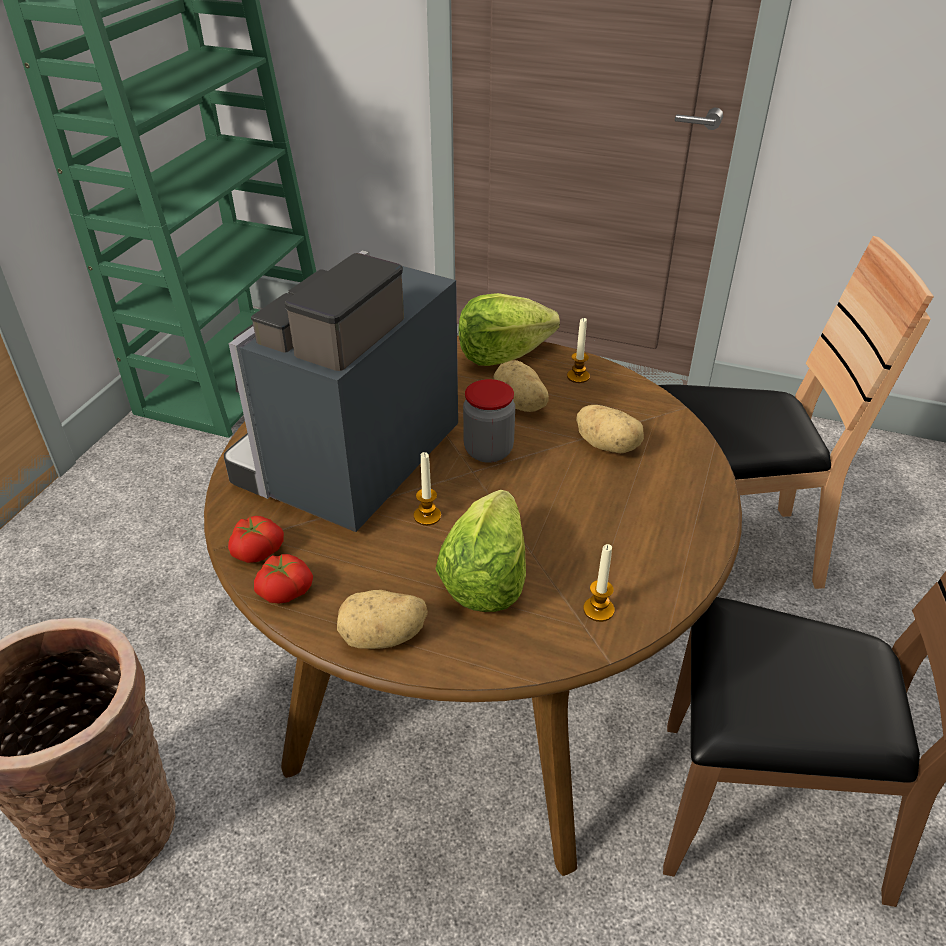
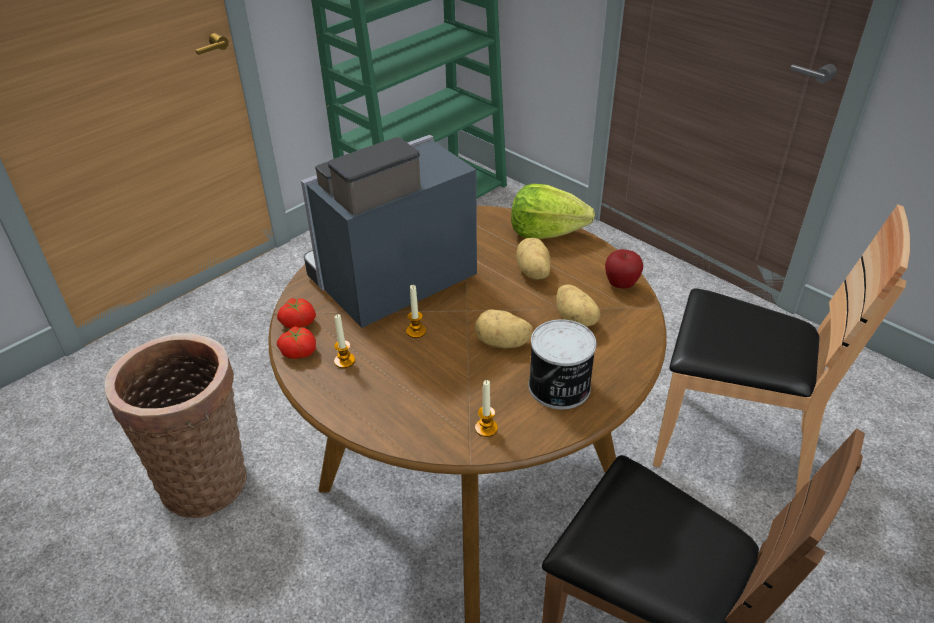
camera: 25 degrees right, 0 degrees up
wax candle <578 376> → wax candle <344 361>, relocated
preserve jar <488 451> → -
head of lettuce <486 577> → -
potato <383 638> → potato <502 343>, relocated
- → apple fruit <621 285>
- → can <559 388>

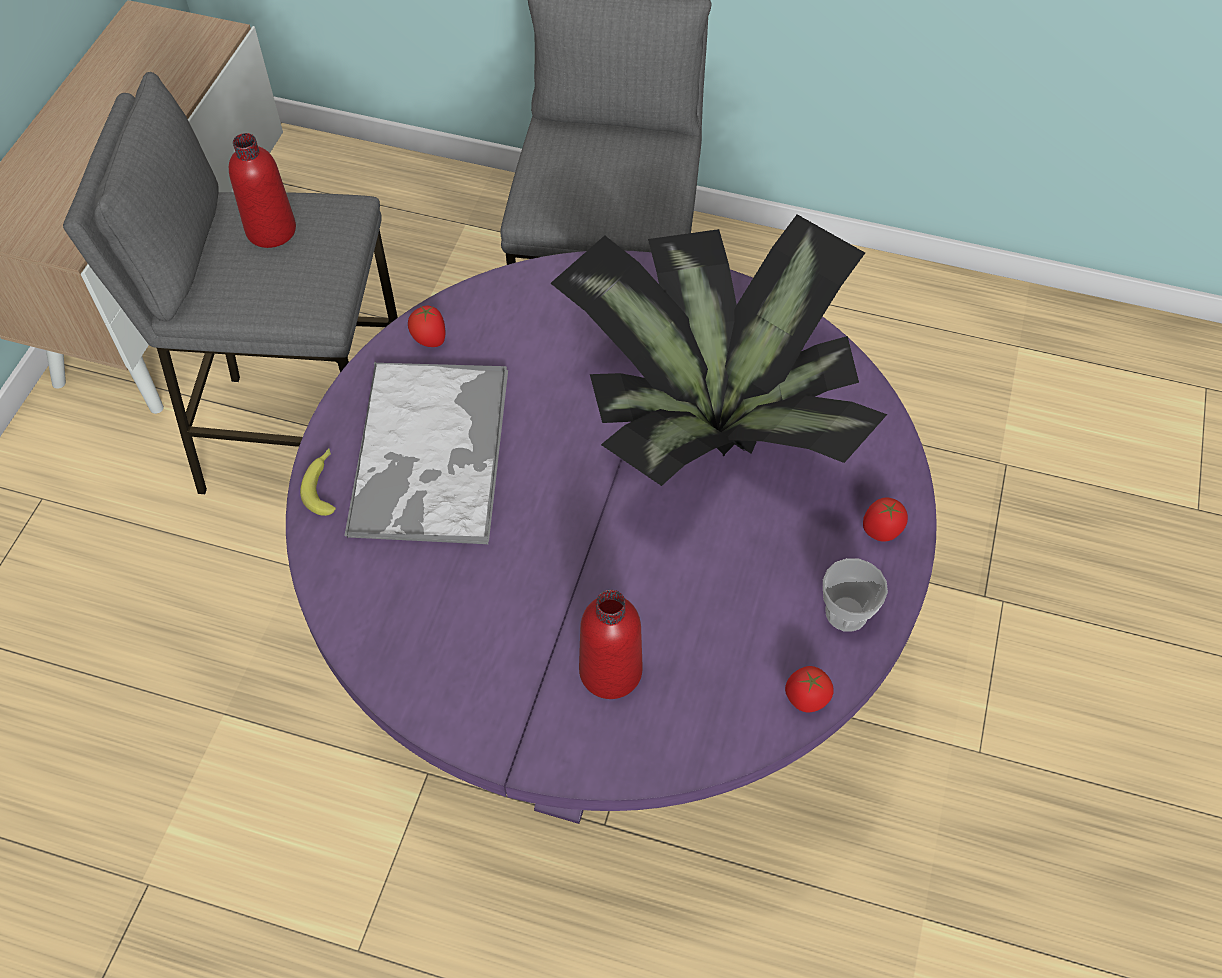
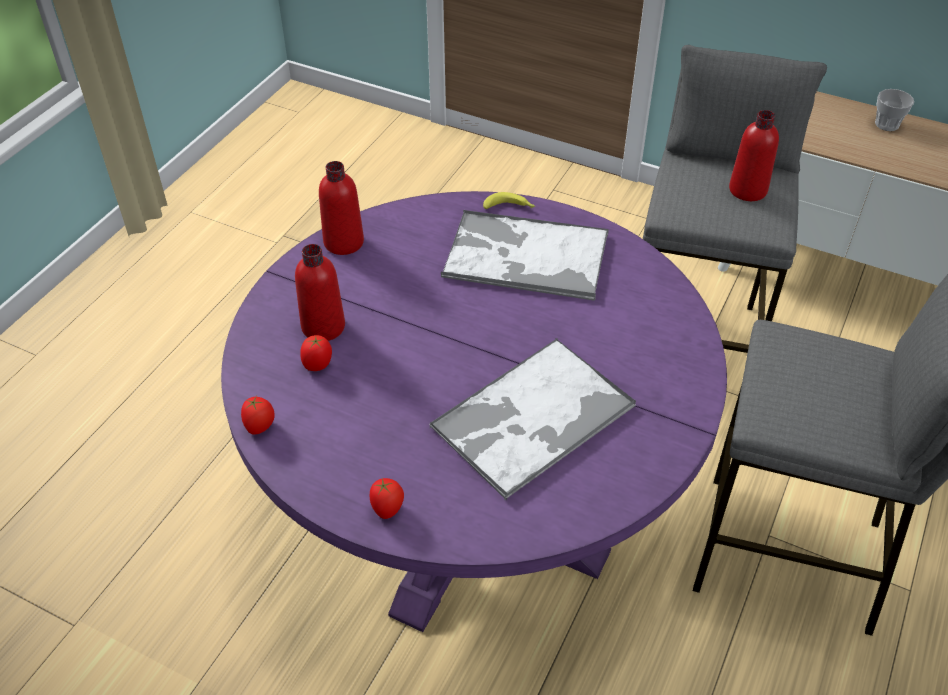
camera: 100 degrees right, 10 degrees down
plant in a pot <713 415> → tray <531 418>
whole tomato <429 340> → whole tomato <318 365>, relocated
drinking cup <846 612> → drinking cup <887 124>, relocated
- → beverage bottle (reddish) <343 242>

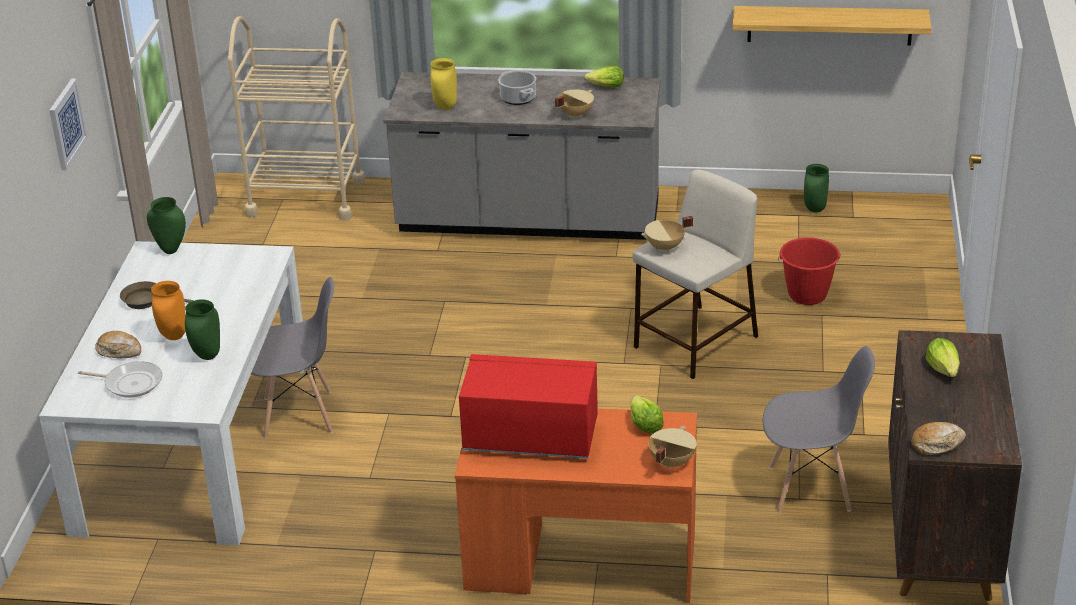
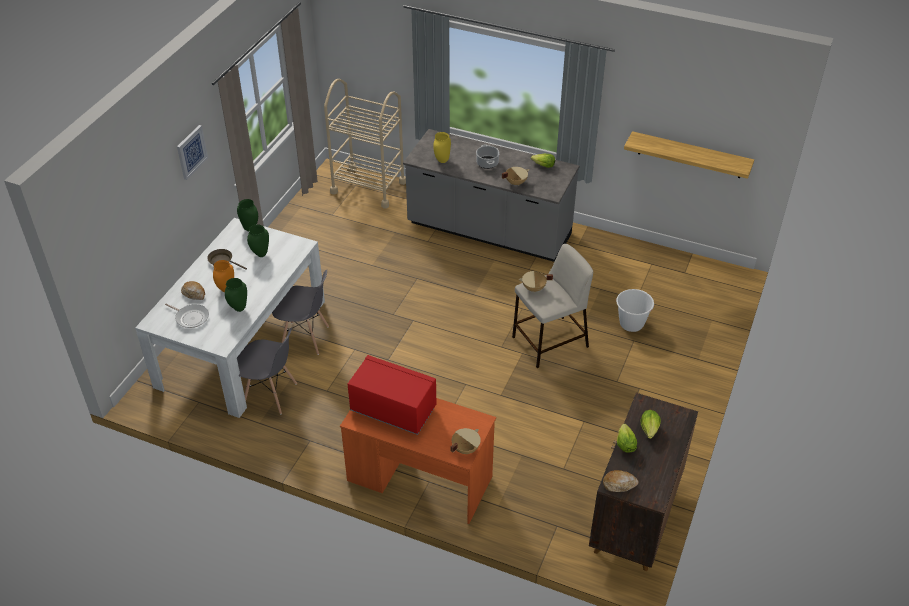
camera: 15 degrees right, 10 degrees up
decorative vase (green) <815 210> → decorative vase (green) <261 254>, relocated
bucket (reddish) <807 295> → bucket (white-coloured) <631 324>
plain chair (gray) <810 489> → plain chair (gray) <270 394>, relocated
head of lettuce <644 424> → head of lettuce <625 444>, relocated

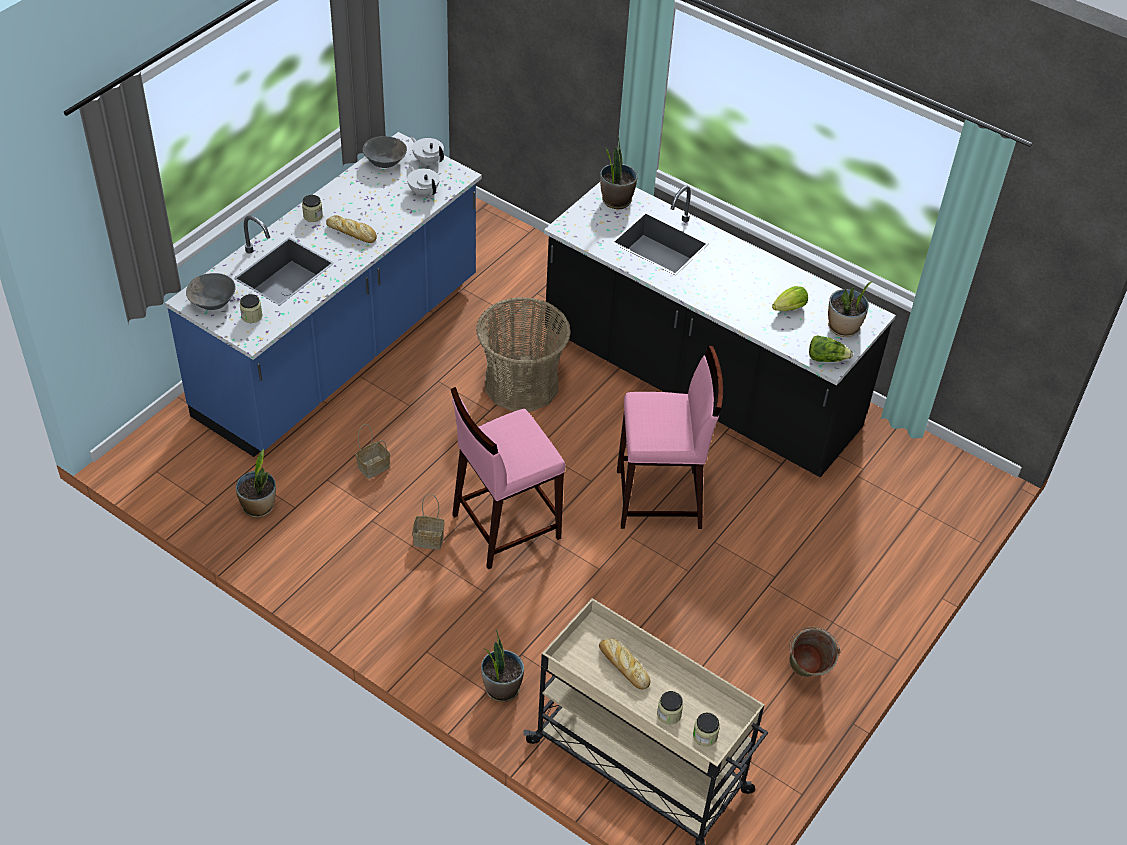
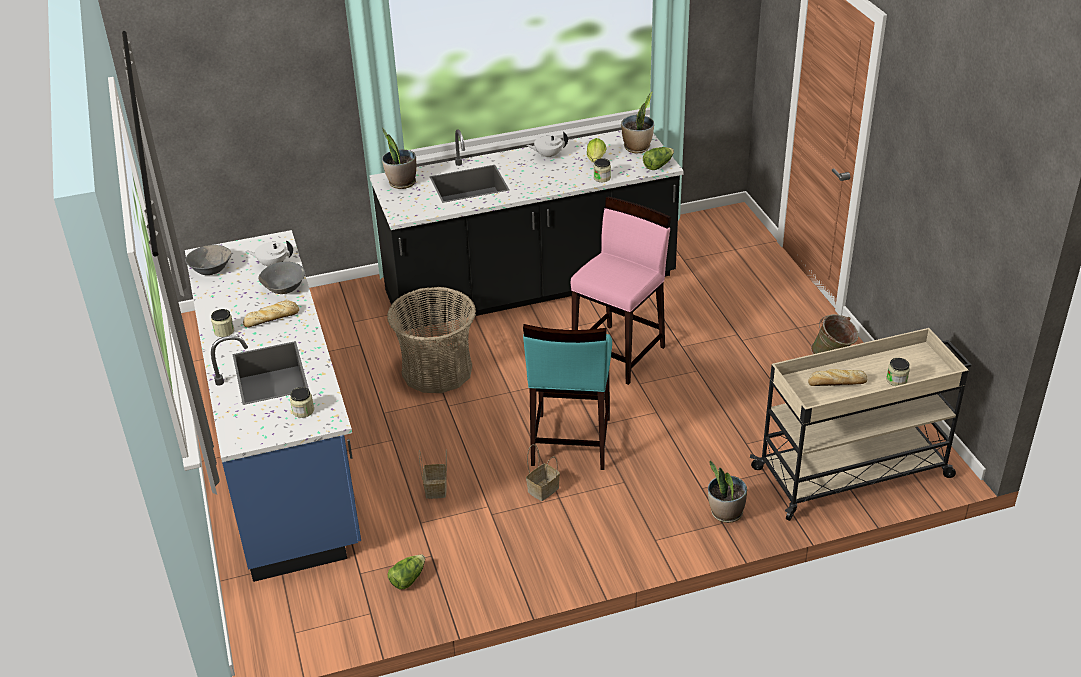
camera: 50 degrees left, 10 degrees down
tea pot (white-coloured) <428 160> → tea pot (white-coloured) <548 155>, relocated
bowl (gray) <213 301> → bowl (gray) <284 288>, relocated
sitting stool (pink-coloured) <504 526> → sitting stool (turquoise-coloured) <570 442>
plant in a pot <259 507> → head of lettuce <407 579>
preserve jar <705 736> → preserve jar <602 178>, relocated

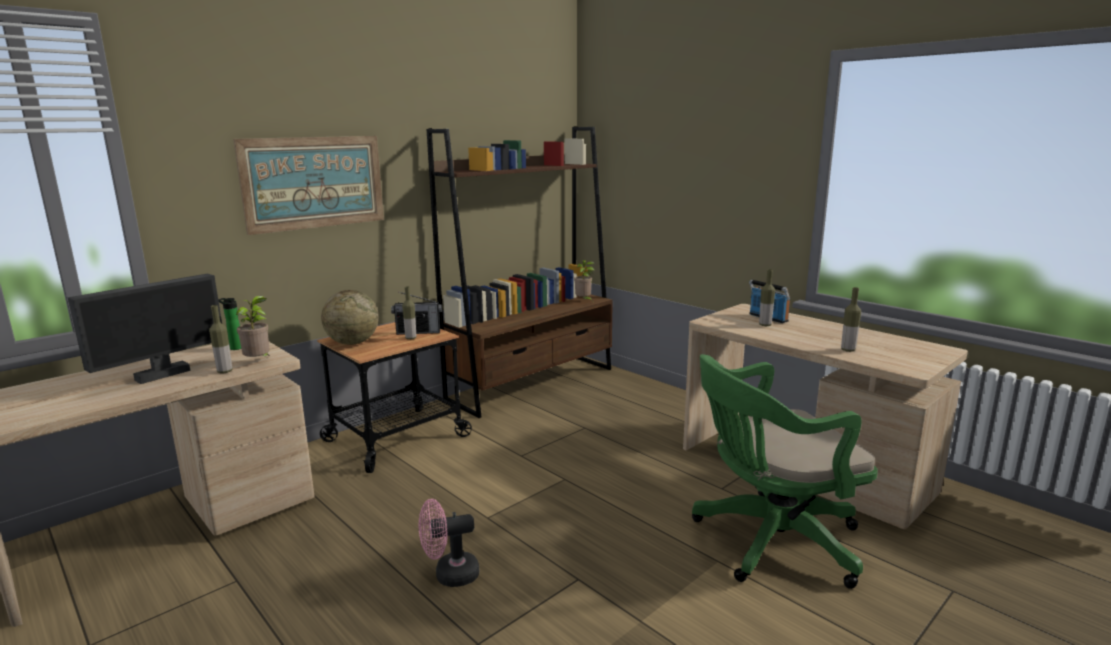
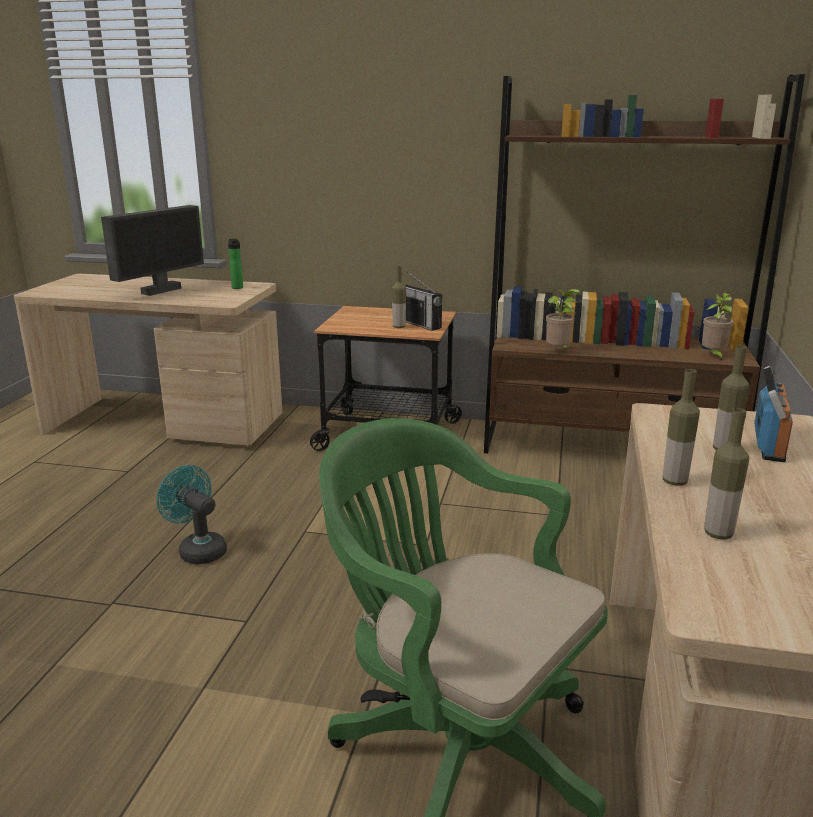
camera: 55 degrees right, 5 degrees up
wall picture <314 182> → -
computer screen <162 375> → computer screen <160 291>, 60 degrees counterclockwise
world globe <352 343> → -
plant in a pot <259 362> → plant in a pot <559 351>, relocated
beverage bottle <225 371> → beverage bottle <674 481>, relocated
cooling fan (pink-coloured) <449 575> → cooling fan (turquoise-coloured) <198 550>

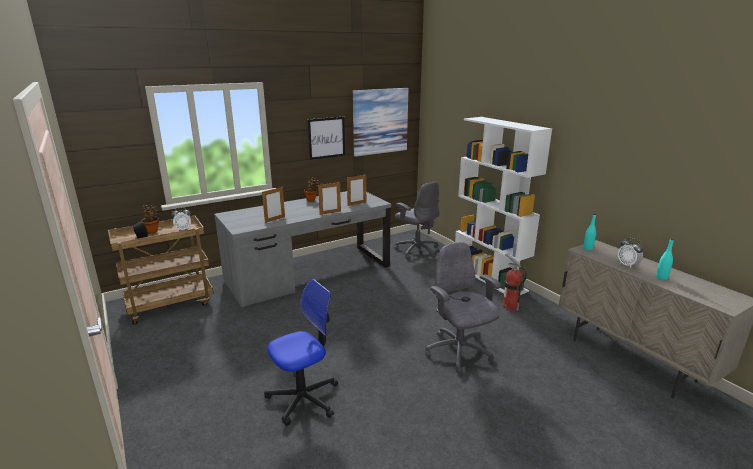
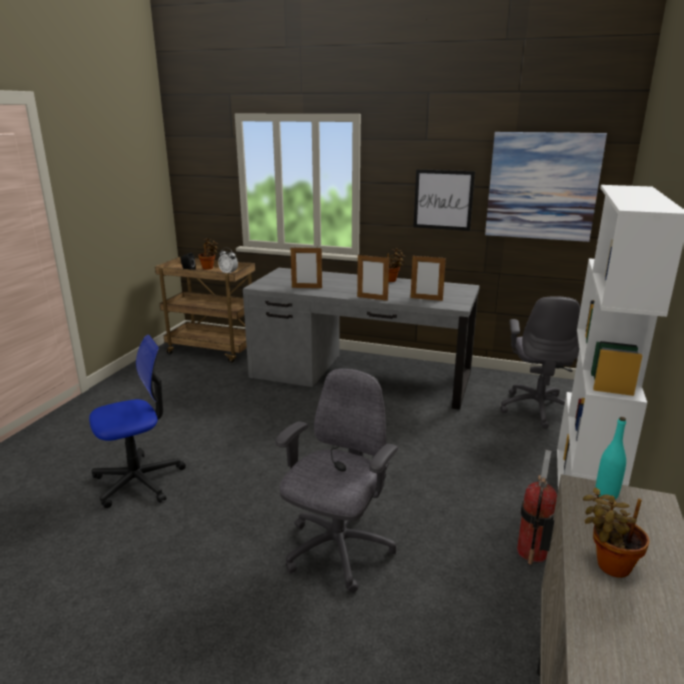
camera: 50 degrees right, 0 degrees up
bedside clock <627 265> → plant in a pot <609 565>
beverage bottle (turquoise-coloured) <661 277> → -
office chair <303 398> → office chair <139 481>, 45 degrees counterclockwise

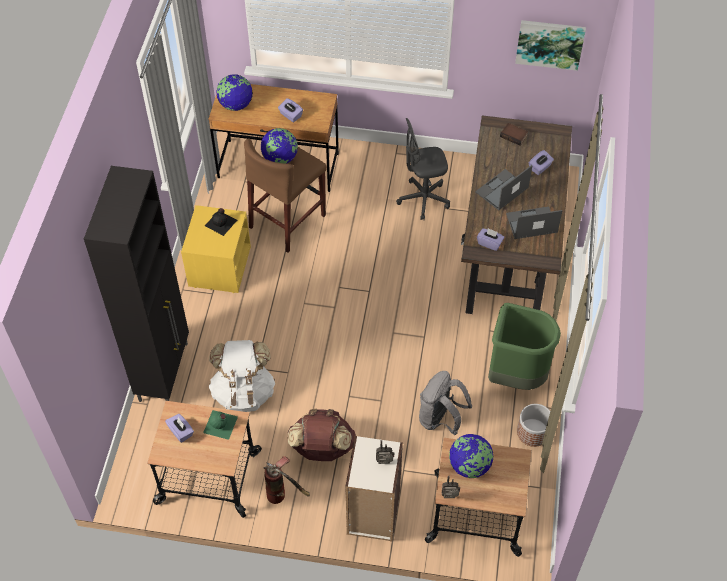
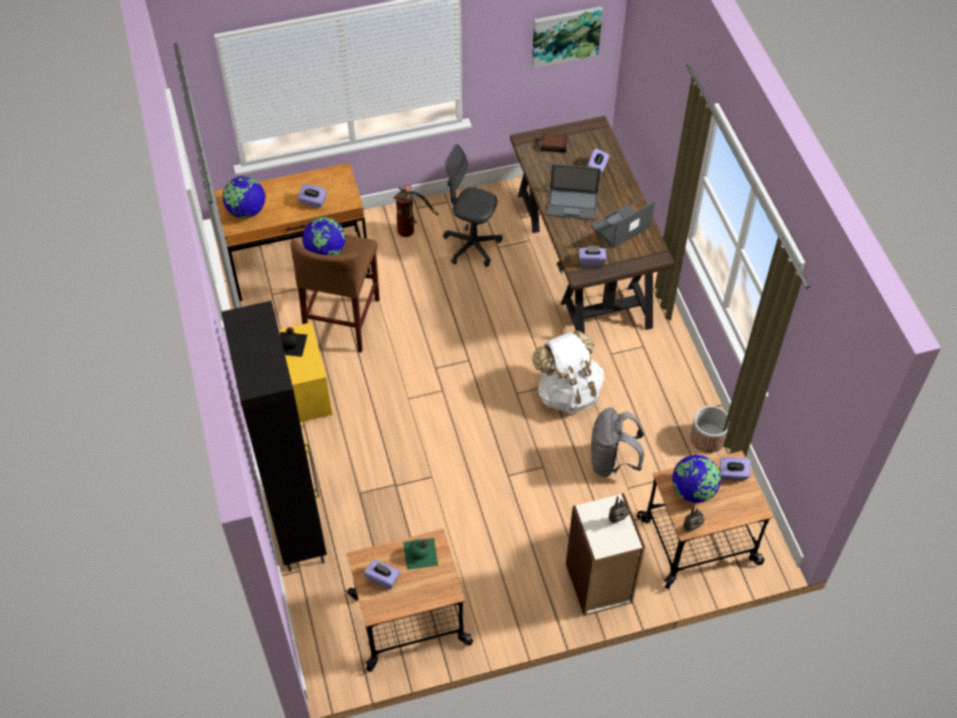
camera: 25 degrees left, 0 degrees up
office chair (gray) <423 199> → office chair (gray) <472 246>, 60 degrees clockwise
portable computer <501 190> → portable computer <573 204>, 105 degrees counterclockwise
rubbish bin (green) <515 375> → -
backpack (white-coloured) <244 392> → backpack (white-coloured) <568 392>, relocated
backpack (brown-coloured) <322 449> → -
fire extinguisher <283 495> → fire extinguisher <412 228>, relocated
- → tissue box (purplish) <733 474>

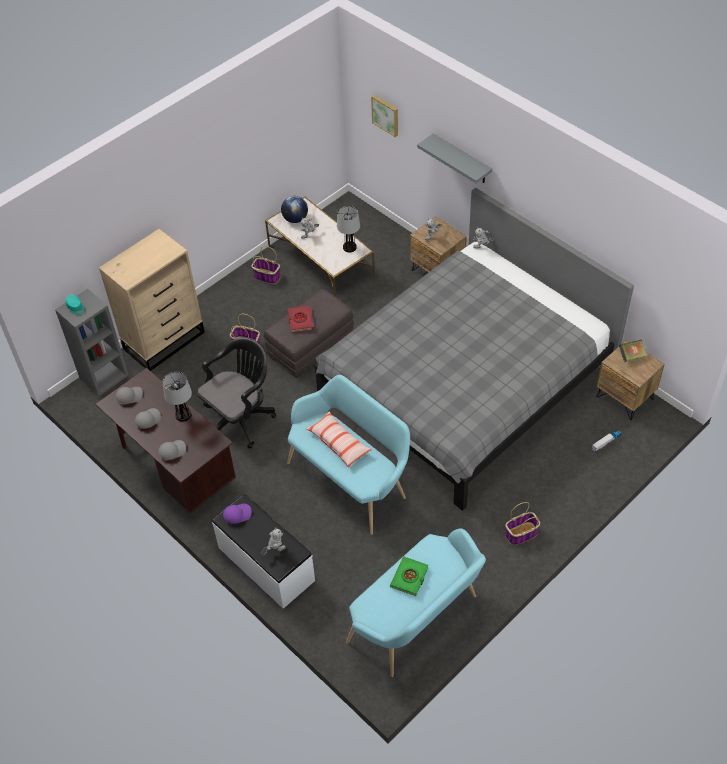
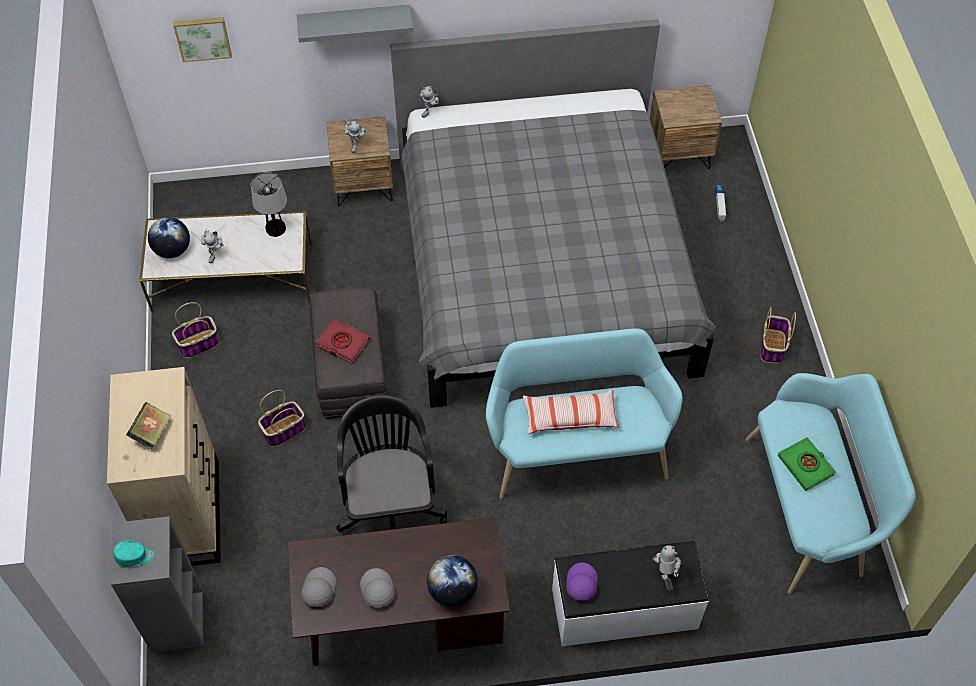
camera: 55 degrees left, 5 degrees up
book <631 356> → book <152 432>, relocated
lamp for a table <183 415> → -
cap (gray) <172 451> → world globe <452 591>

